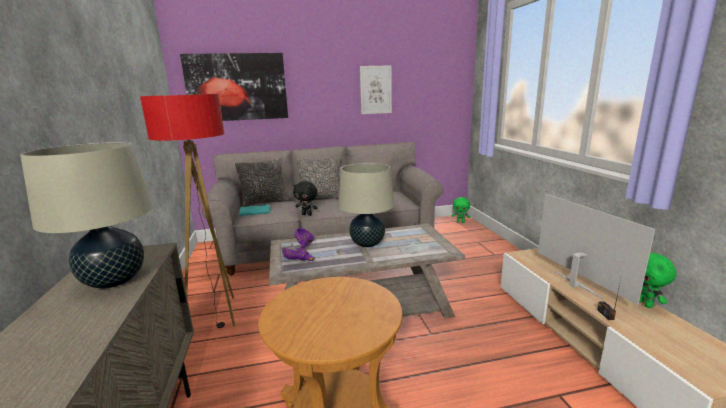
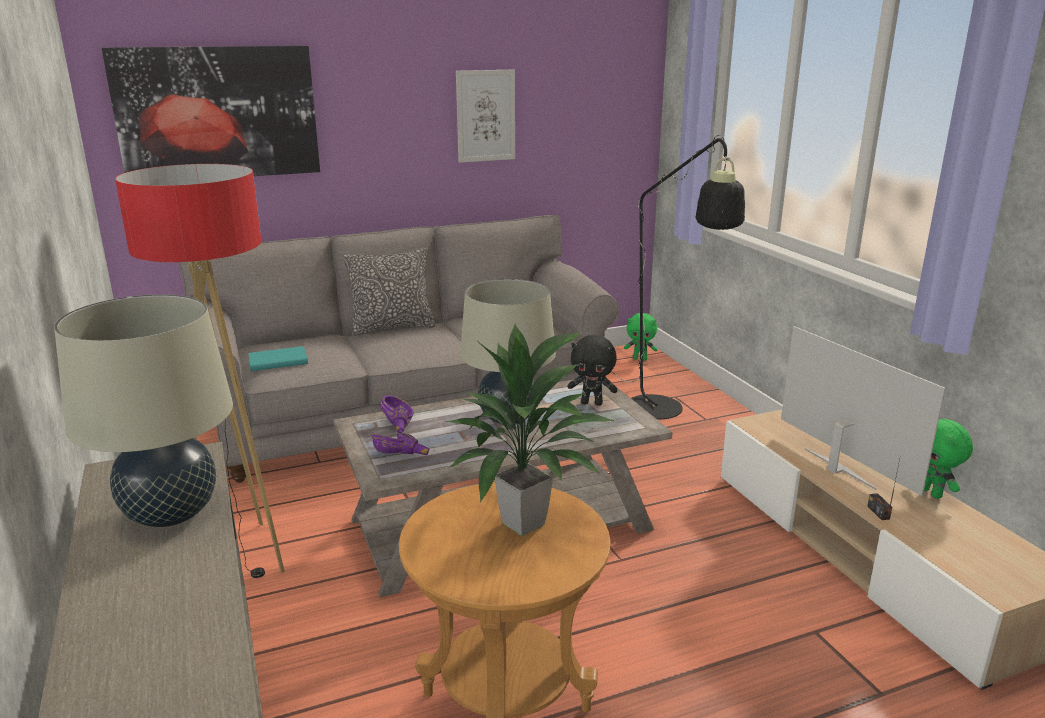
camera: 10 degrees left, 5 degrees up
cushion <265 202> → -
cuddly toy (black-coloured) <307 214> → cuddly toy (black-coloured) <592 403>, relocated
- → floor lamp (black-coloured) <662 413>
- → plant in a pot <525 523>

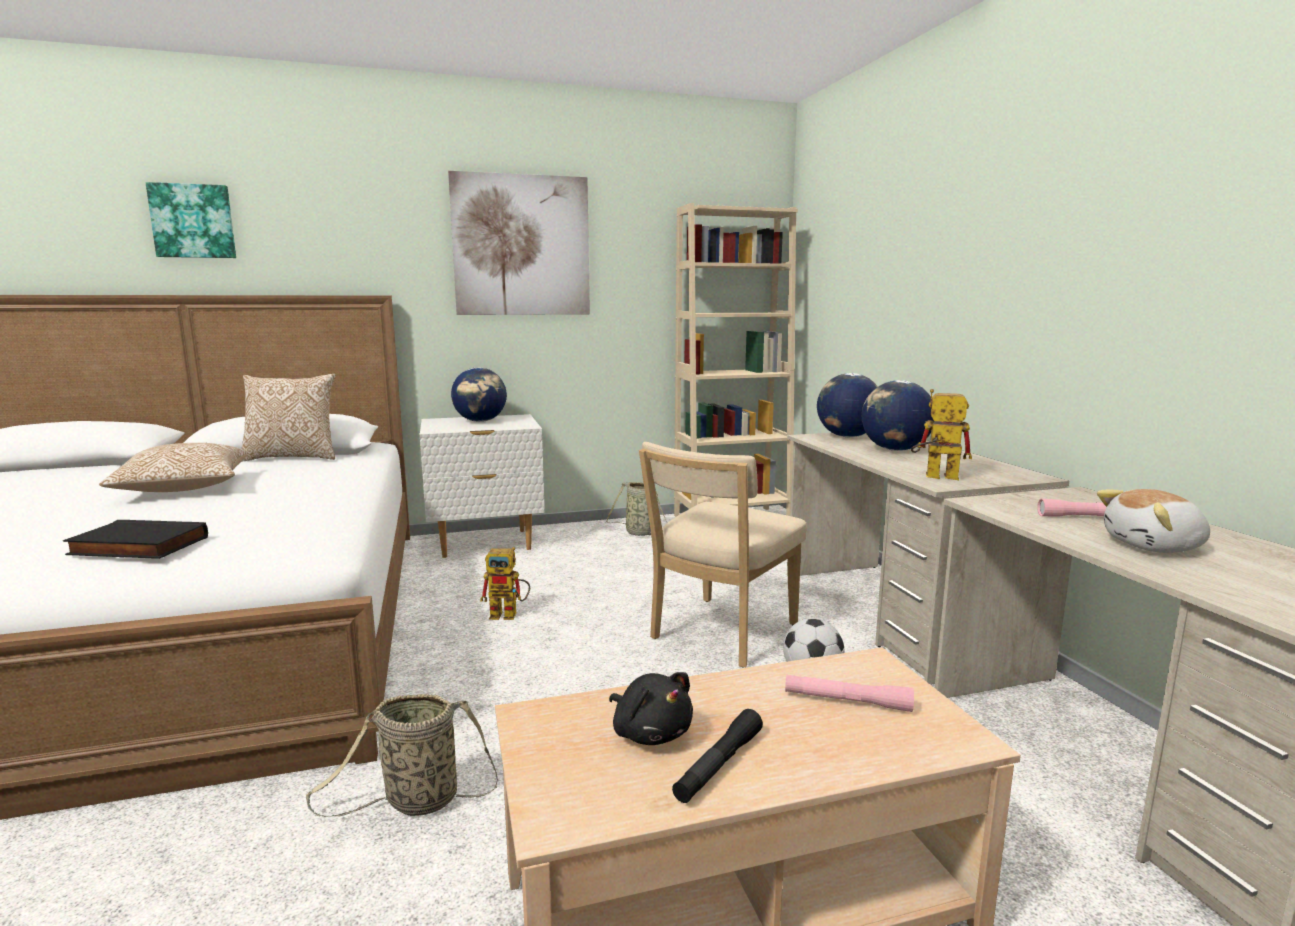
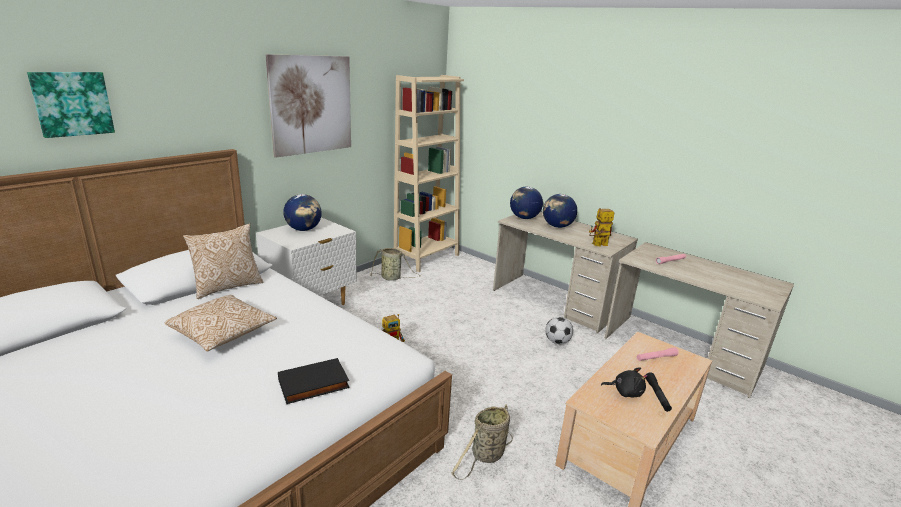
camera: 35 degrees left, 10 degrees up
plain chair (beige) <719 634> → -
cuddly toy <1155 546> → -

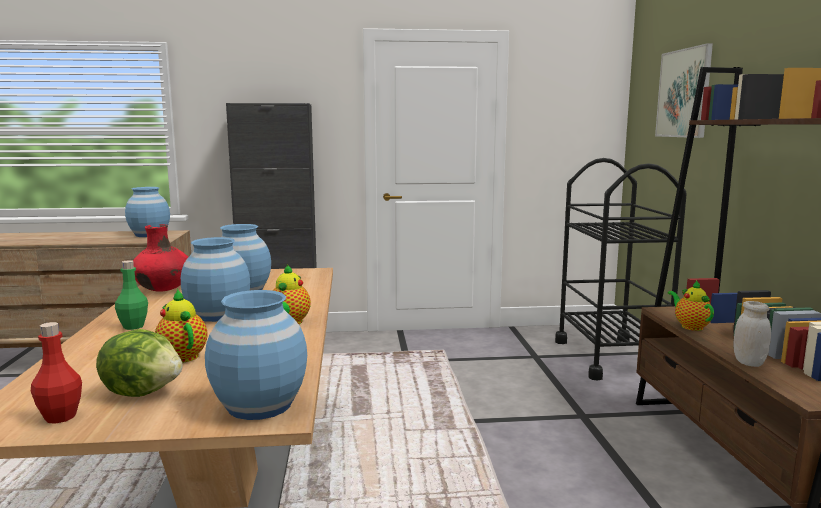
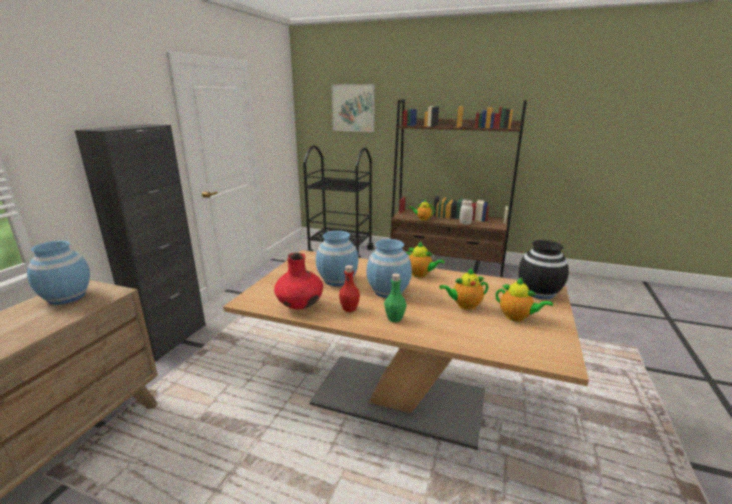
camera: 65 degrees left, 10 degrees up
decorative vase (blue-coloured) <259 405> → decorative vase (black-coloured) <539 292>
beverage bottle (reddish) <60 417> → beverage bottle (reddish) <349 309>, relocated
head of lettuce <143 391> → tea pot <517 317>

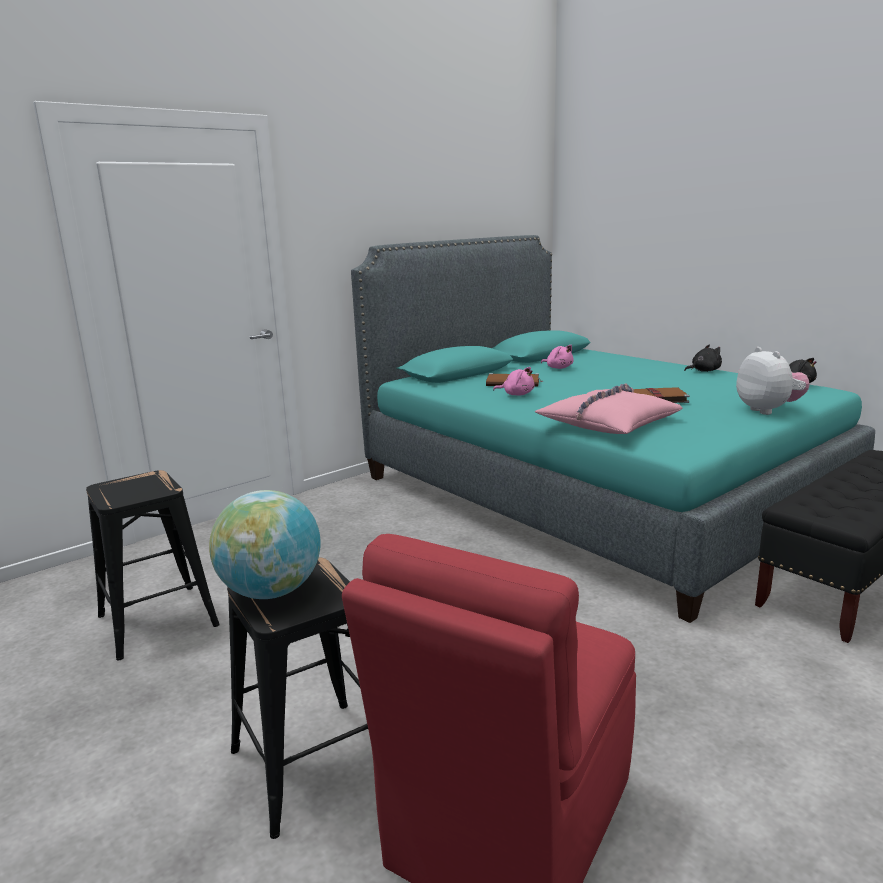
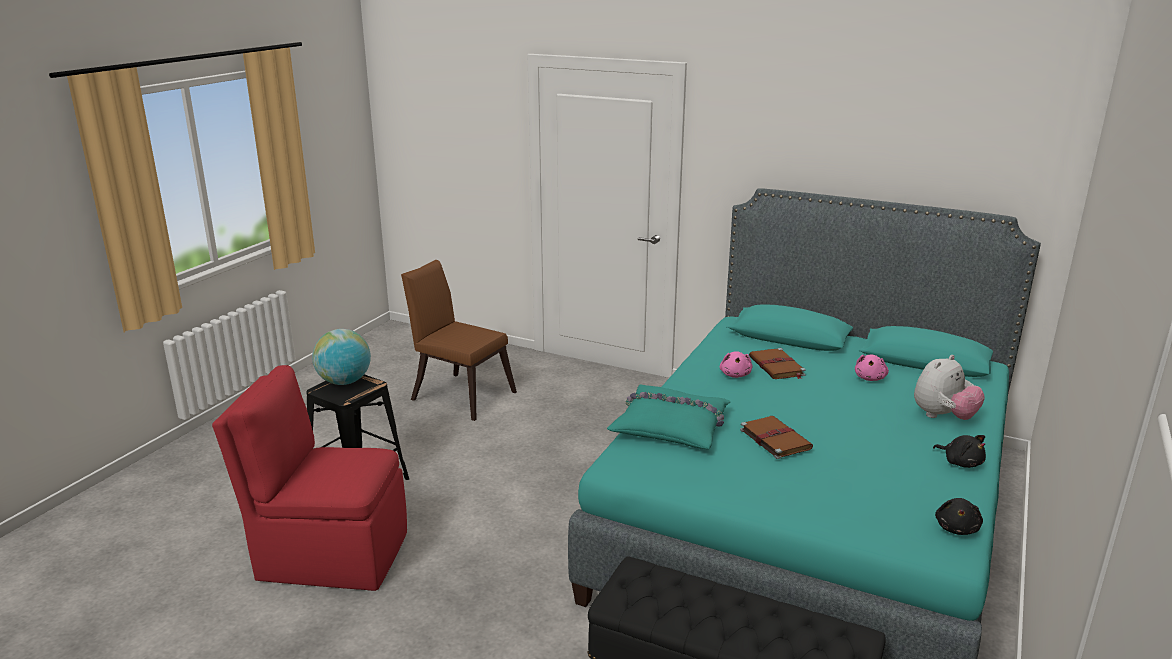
camera: 65 degrees right, 5 degrees up
cuddly toy <768 410> → cuddly toy <943 417>, relocated
cushion (pink-coloured) <607 424> → cushion (turquoise-coloured) <671 427>
sitting stool (black-coloured) <156 621> → plain chair (brown-coloured) <459 394>

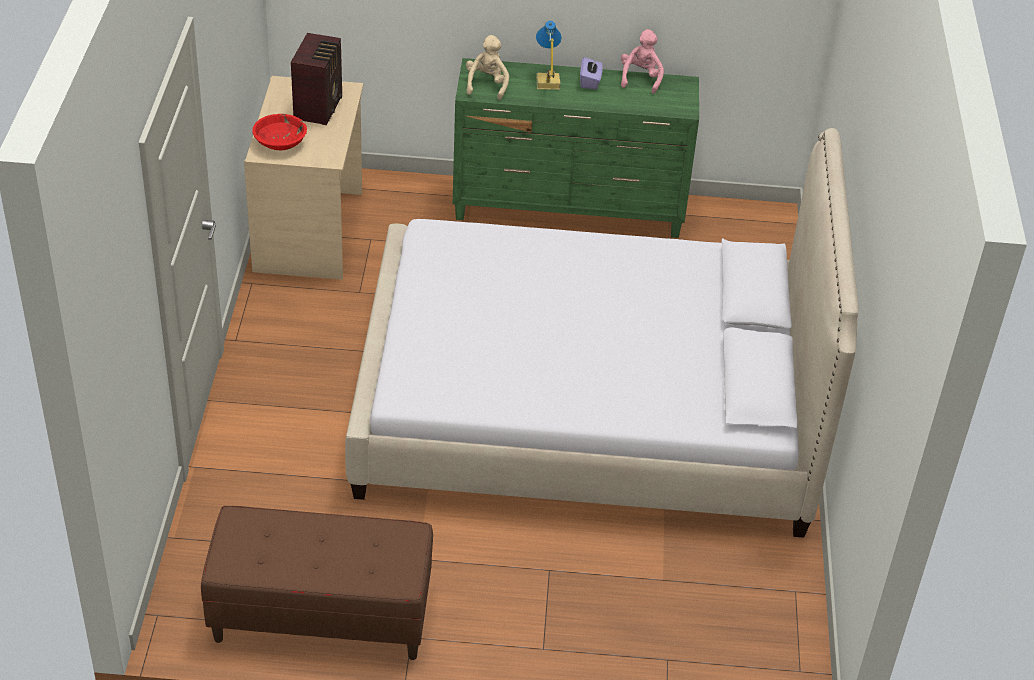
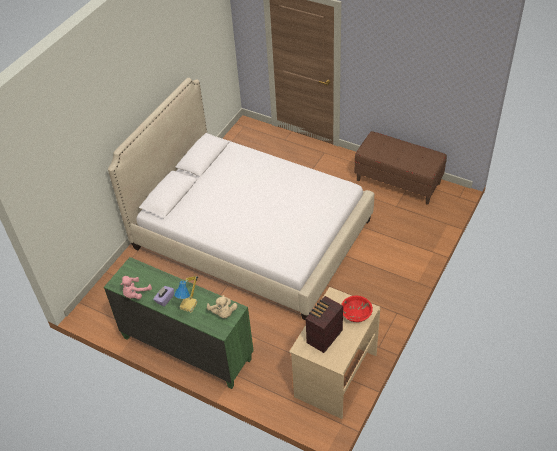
camera: 150 degrees left, 5 degrees up
cuddly toy (beige) <487 85> → cuddly toy (beige) <223 313>, 60 degrees counterclockwise

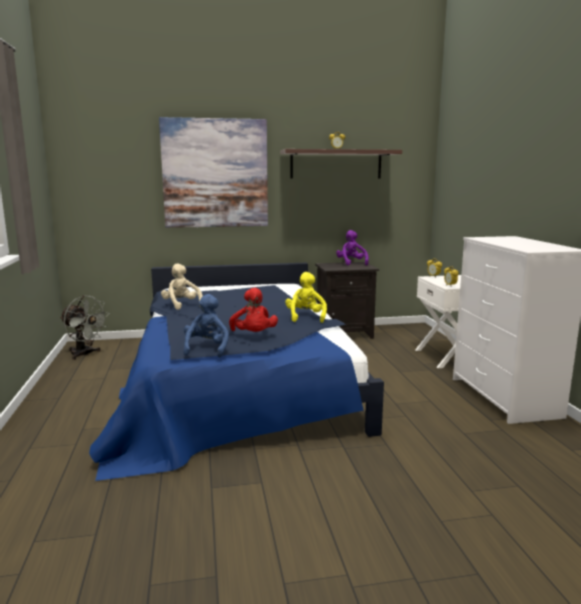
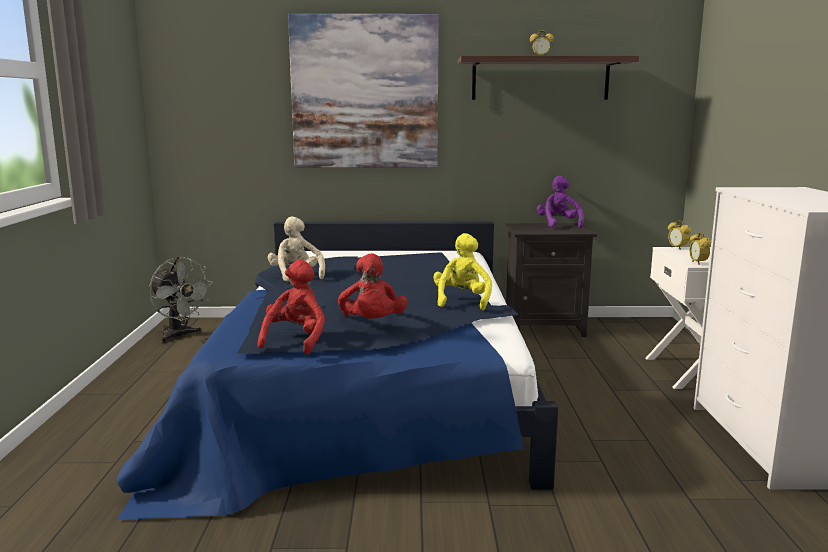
camera: 10 degrees right, 0 degrees up
cuddly toy (blue-coloured) <207 349> → cuddly toy (reddish) <296 340>

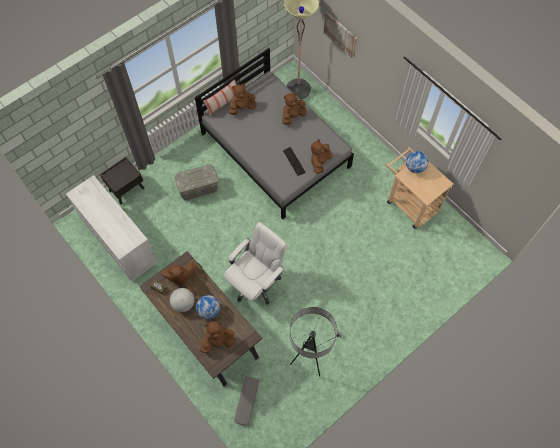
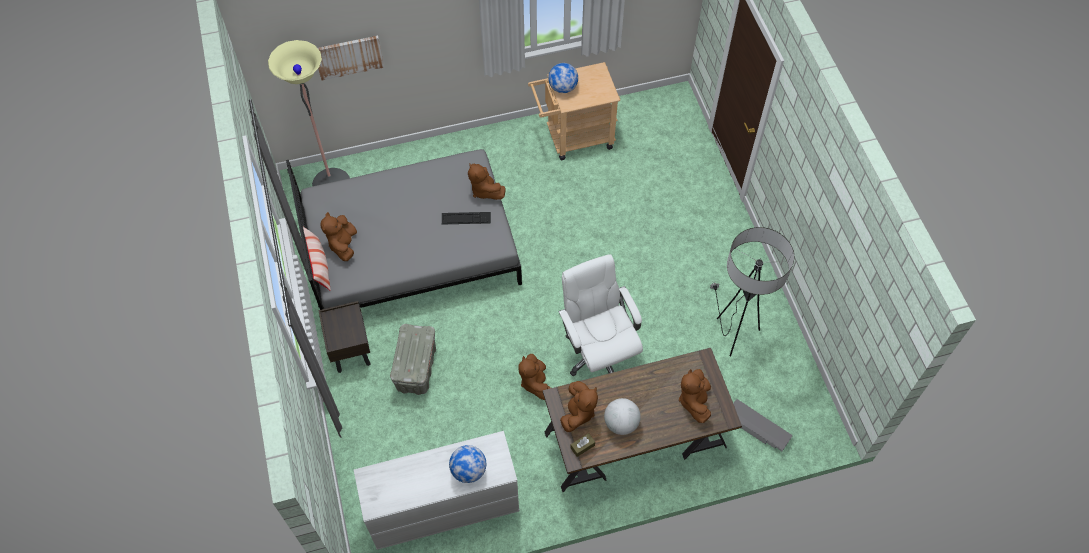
camera: 65 degrees left, 5 degrees down
cuddly toy (brown-coloured) <293 116> → cuddly toy (brown-coloured) <535 382>, relocated
night table (brown-coloured) <127 189> → night table (brown-coloured) <350 349>, relocated
world globe <209 311> → world globe <469 470>, relocated

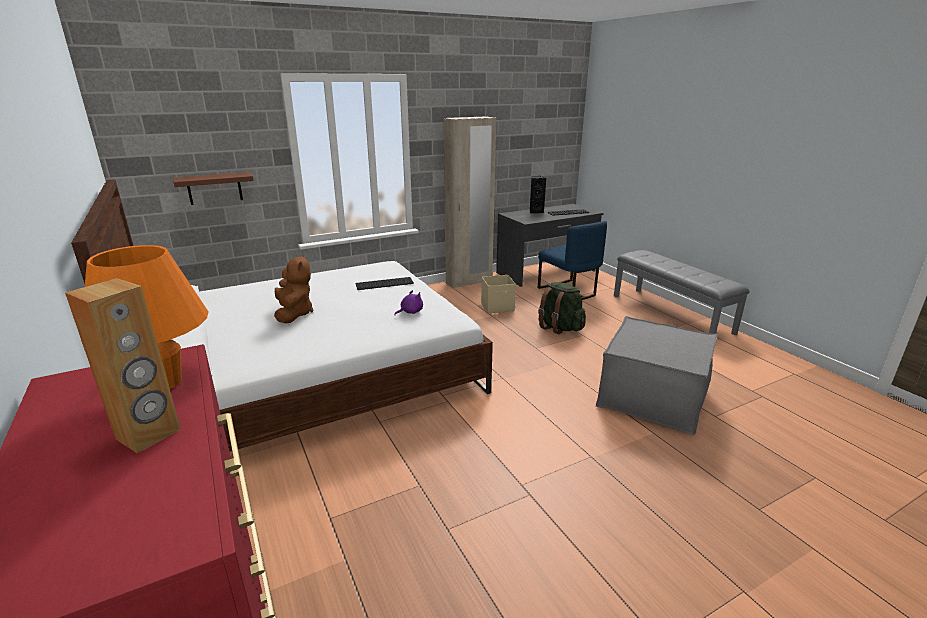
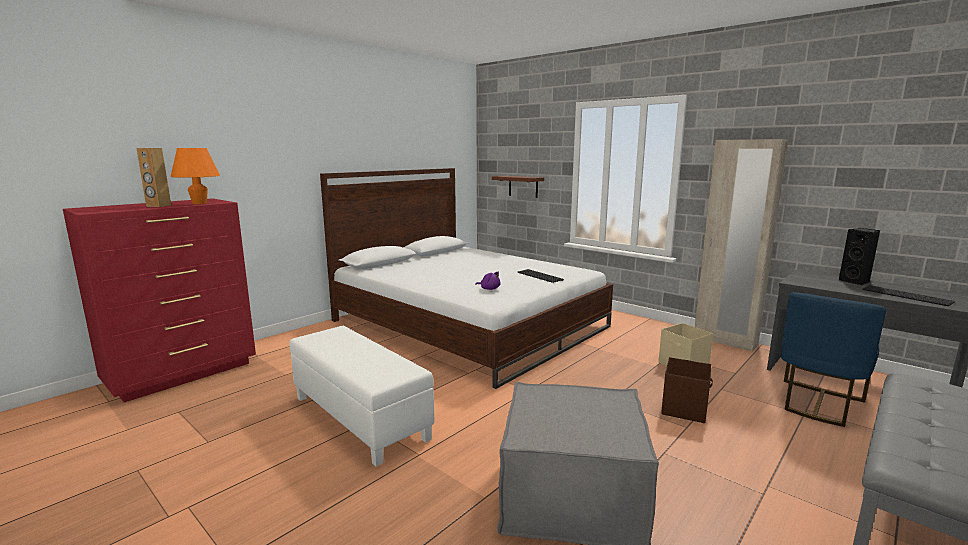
camera: 70 degrees right, 10 degrees down
cuddly toy (brown-coloured) <294 314> → -
backpack (green) <559 328> → storage bin (brown-coloured) <684 408>
- → ottoman (white-coloured) <360 417>

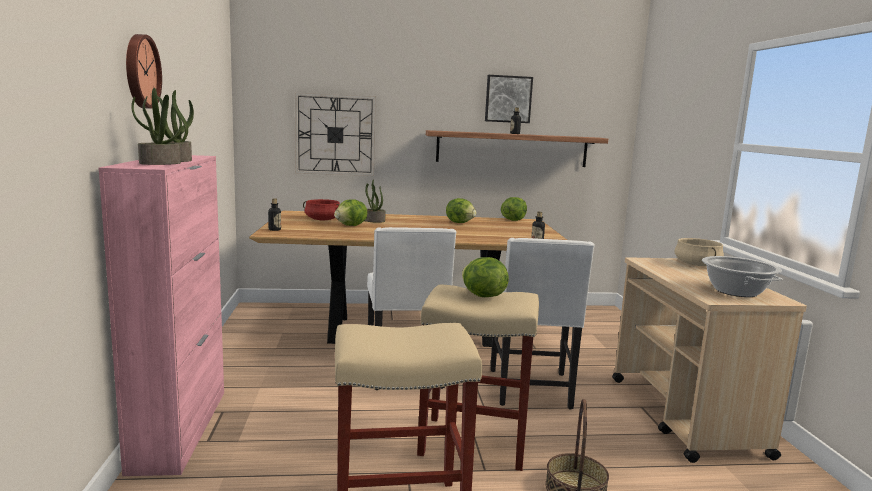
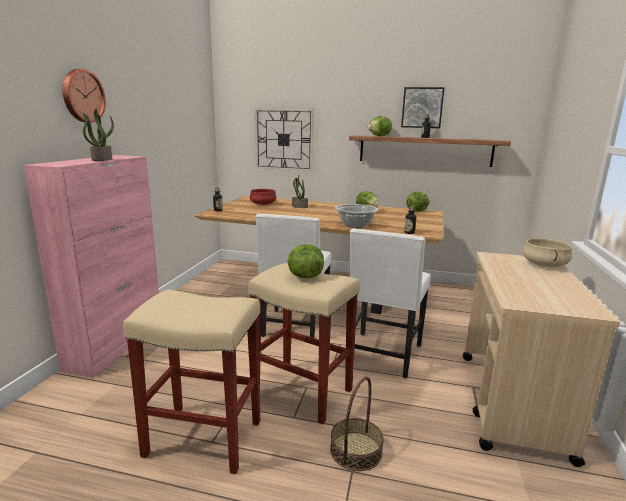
camera: 20 degrees right, 5 degrees up
plant in a pot <160 163> → -
head of lettuce <351 226> → head of lettuce <379 136>, relocated
saucepot <735 291> → saucepot <355 225>, relocated

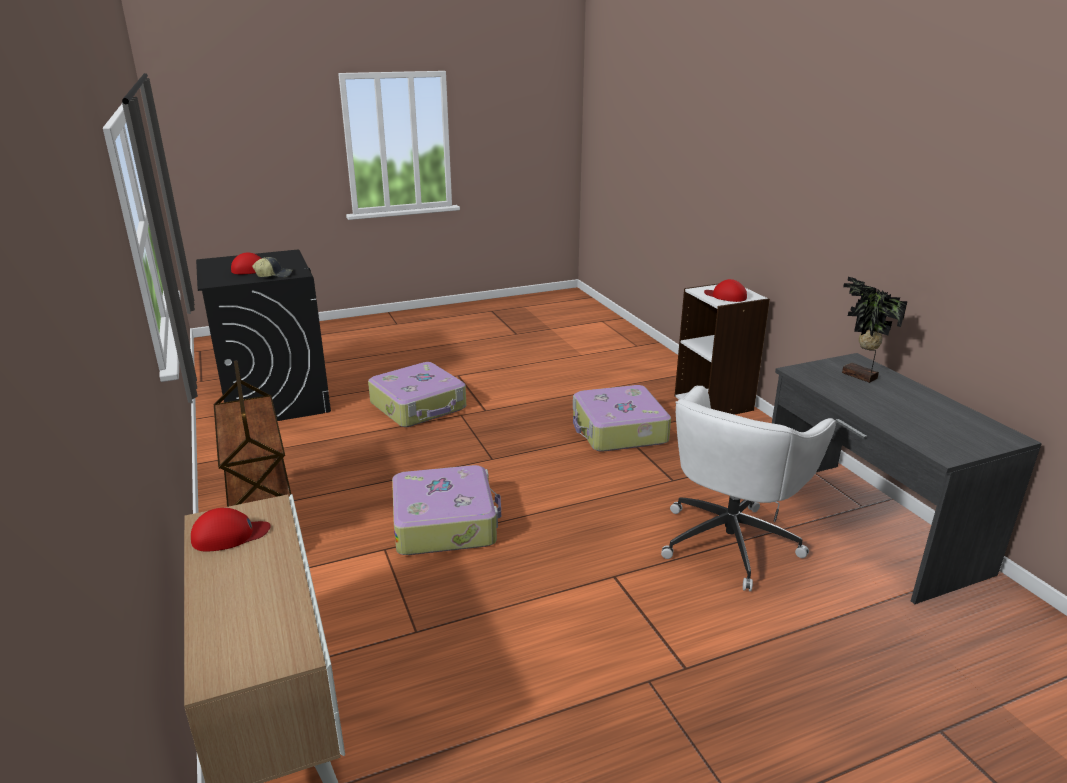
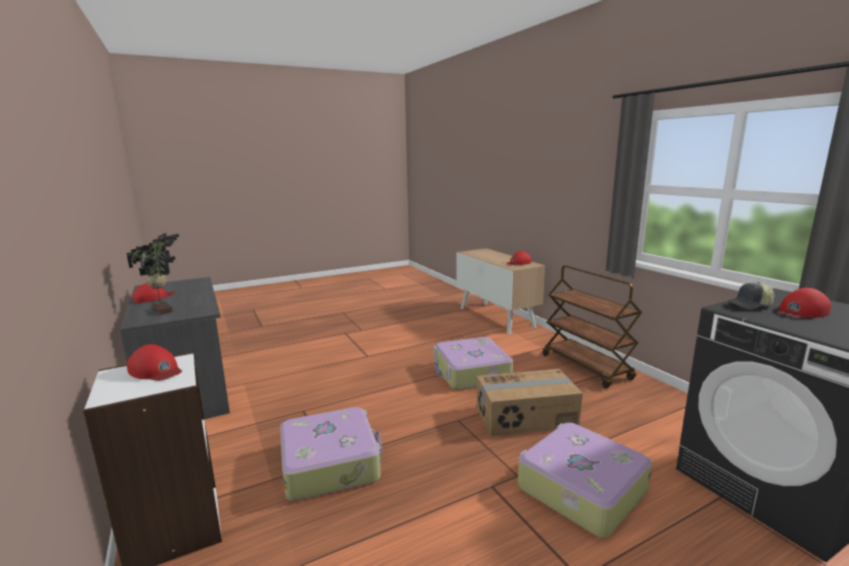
camera: 175 degrees right, 10 degrees down
office chair (white-coloured) <730 540> → -
- → cap (reddish) <153 297>
- → packing box <526 417>

